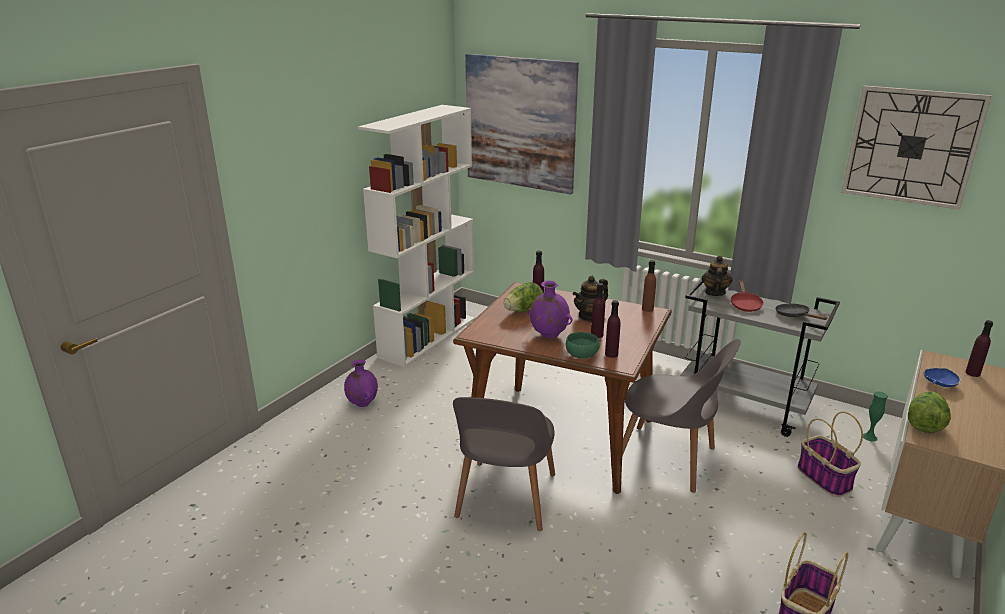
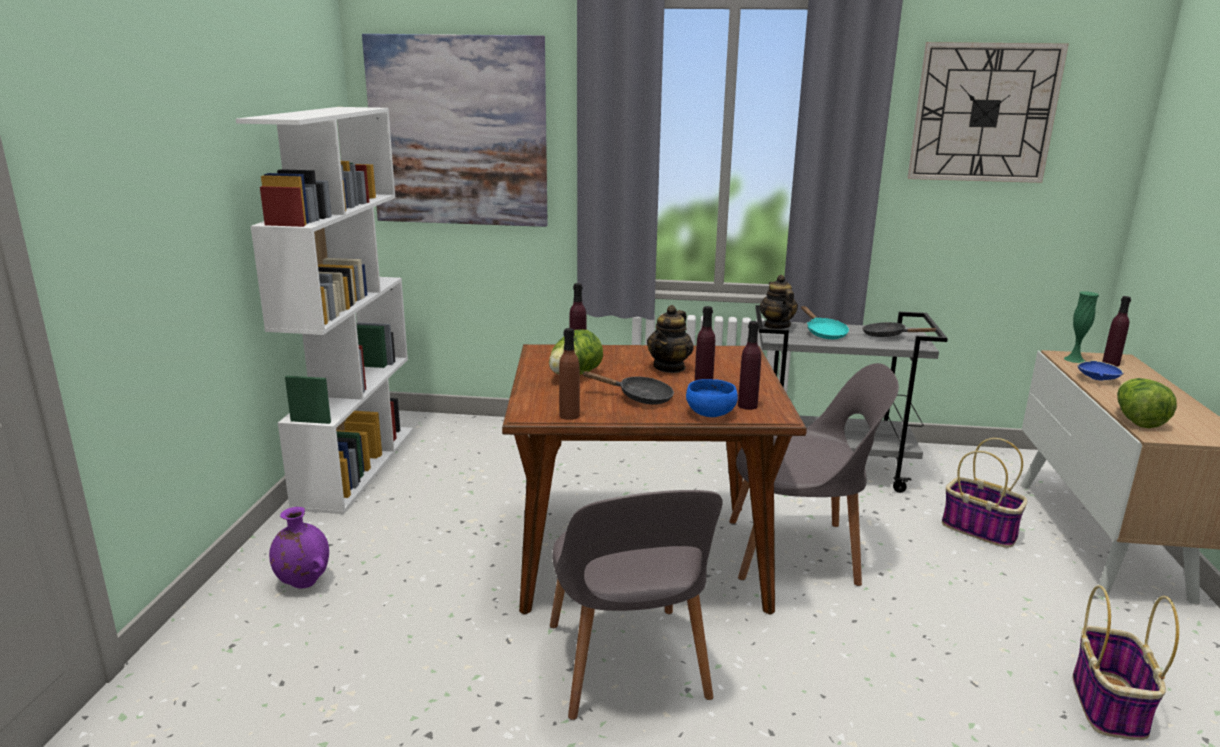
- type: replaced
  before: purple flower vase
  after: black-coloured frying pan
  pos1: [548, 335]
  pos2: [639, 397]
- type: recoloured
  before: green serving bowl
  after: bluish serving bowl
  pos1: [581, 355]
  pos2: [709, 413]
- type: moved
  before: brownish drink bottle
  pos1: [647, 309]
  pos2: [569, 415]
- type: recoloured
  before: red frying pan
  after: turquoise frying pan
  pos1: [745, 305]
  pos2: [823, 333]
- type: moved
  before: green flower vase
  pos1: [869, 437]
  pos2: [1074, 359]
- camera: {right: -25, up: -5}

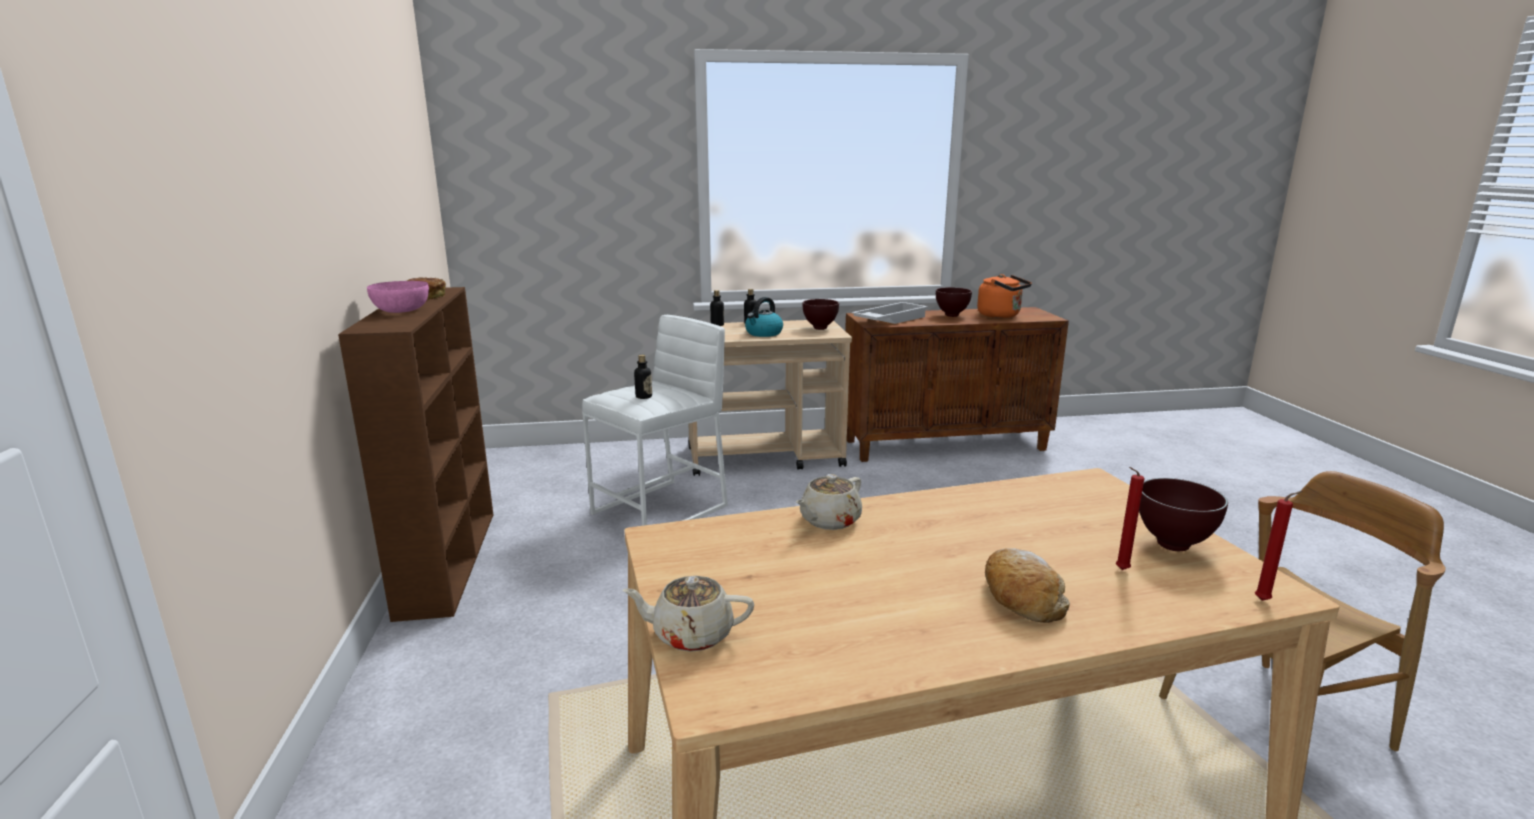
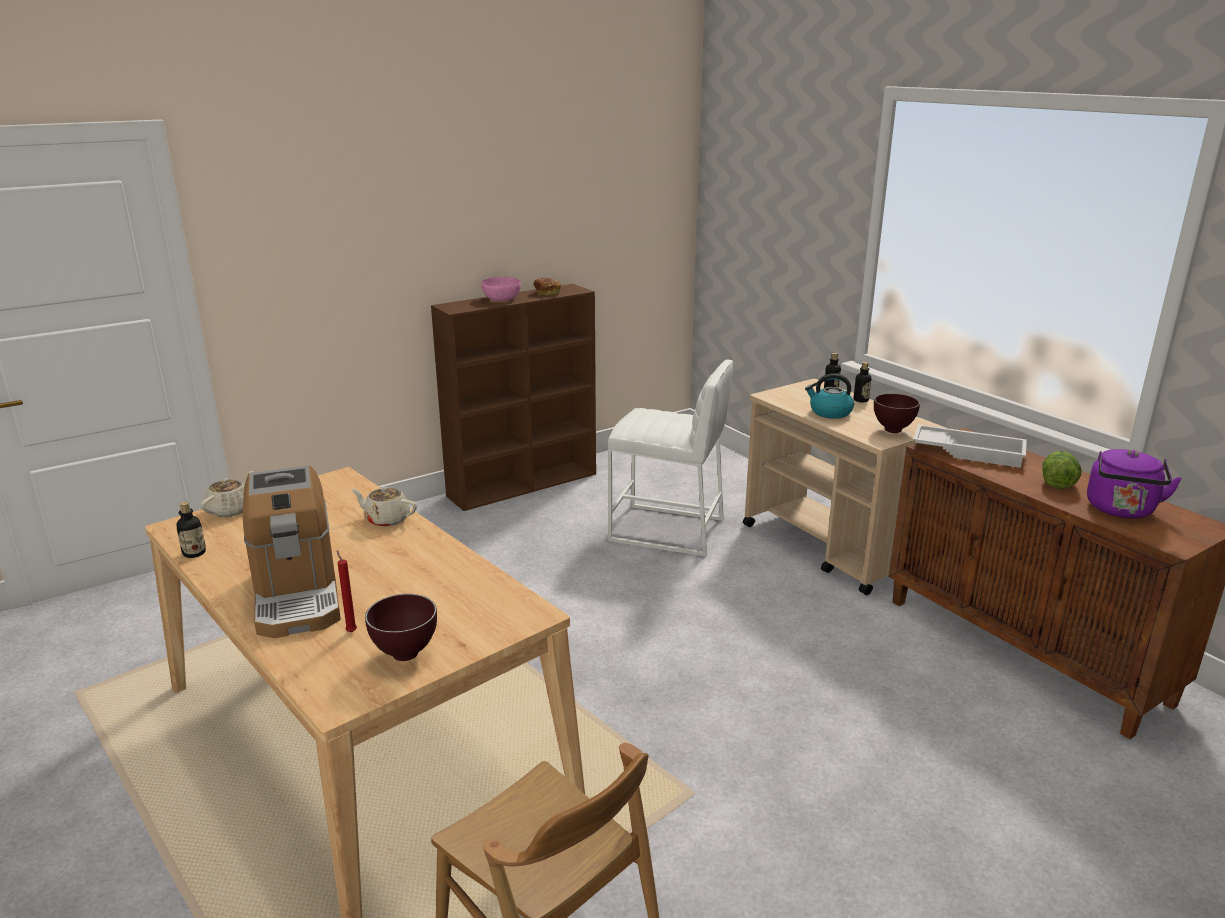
- type: turned
  before: sand-coloured tea pot
  pos1: [691, 634]
  pos2: [231, 510]
  turn: 45
- type: moved
  before: drink bottle
  pos1: [644, 397]
  pos2: [194, 553]
- type: replaced
  before: brownish serving bowl
  after: head of lettuce
  pos1: [951, 316]
  pos2: [1057, 481]
- type: recoloured
  before: orange-coloured kettle
  after: purple kettle
  pos1: [1001, 315]
  pos2: [1121, 511]
- type: replaced
  before: bread
  after: coffee brewer
  pos1: [1021, 597]
  pos2: [297, 595]
- type: removed
  before: red wax candle
  pos1: [1265, 601]
- camera: {right: 65, up: 5}

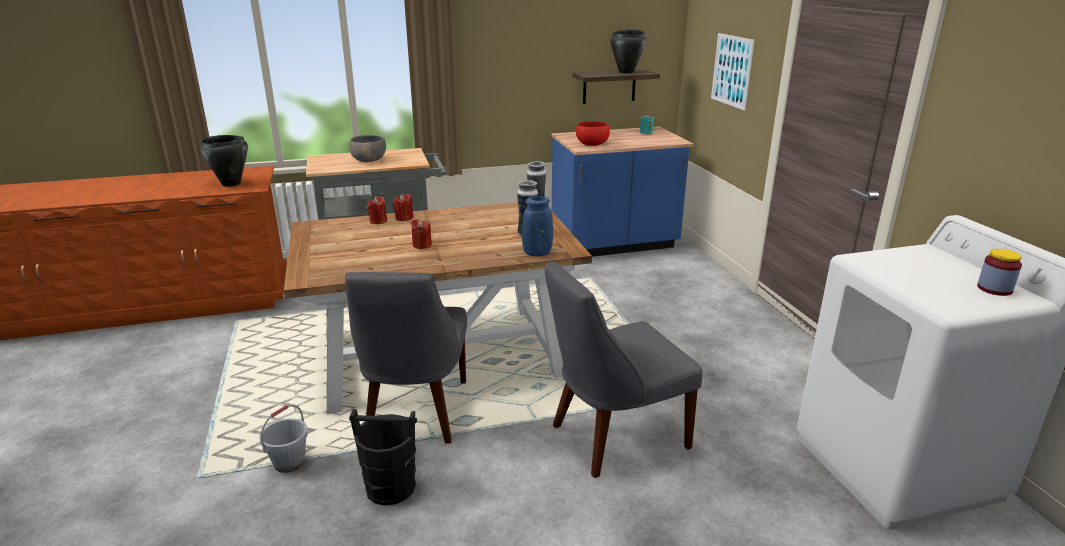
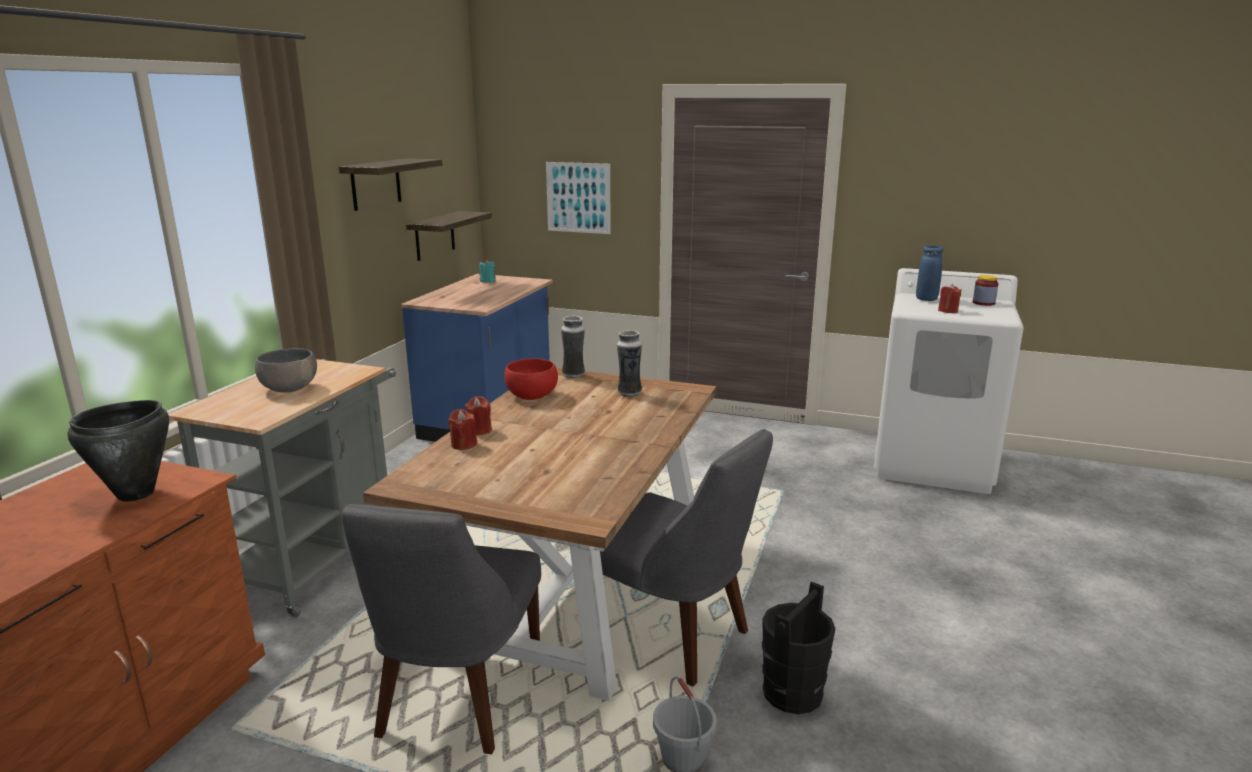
- type: moved
  before: red wax candle
  pos1: [422, 245]
  pos2: [948, 311]
- type: moved
  before: bluish flower vase
  pos1: [537, 253]
  pos2: [926, 299]
- type: moved
  before: gray plain chair
  pos1: [613, 437]
  pos2: [457, 700]
- type: moved
  before: red serving bowl
  pos1: [592, 144]
  pos2: [532, 395]
- type: removed
  before: black-coloured stockpot
  pos1: [626, 72]
- type: added
  after: wall shelf
  pos2: [376, 184]
- camera: {right: -55, up: -5}

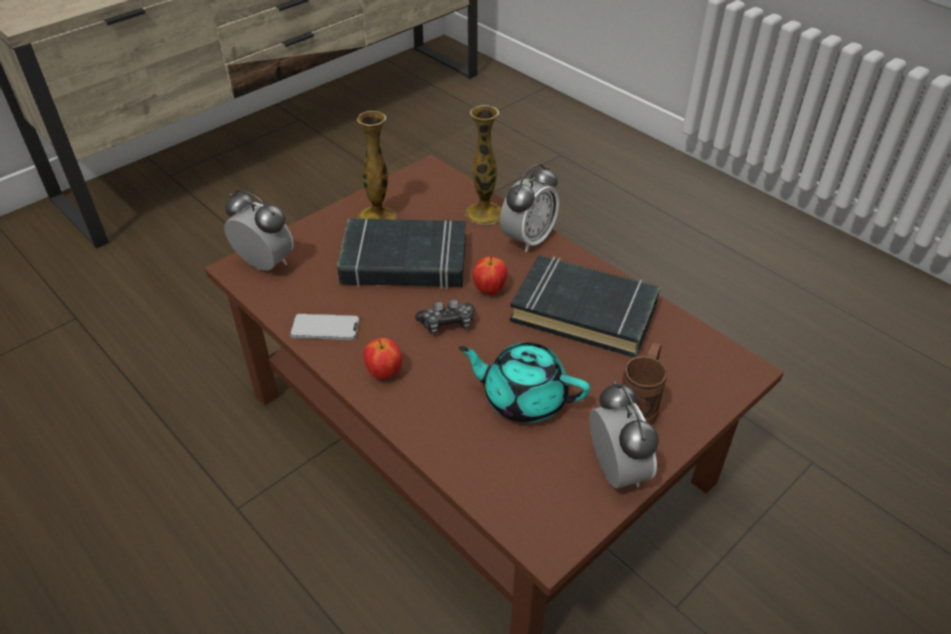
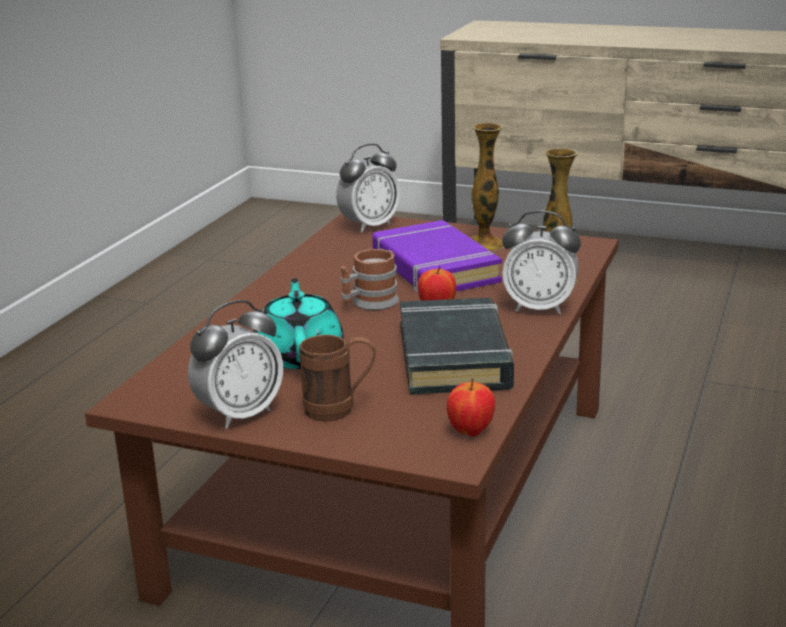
- type: turned
  before: table clock
  pos1: [265, 264]
  pos2: [369, 226]
  turn: 45
- type: removed
  before: handset
  pos1: [325, 328]
- type: recoloured
  before: black-coloured volume
  after: purple volume
  pos1: [404, 262]
  pos2: [434, 268]
- type: moved
  before: whole apple
  pos1: [384, 373]
  pos2: [470, 431]
- type: replaced
  before: joypad
  after: mug
  pos1: [447, 323]
  pos2: [369, 303]
- camera: {right: 65, up: -20}

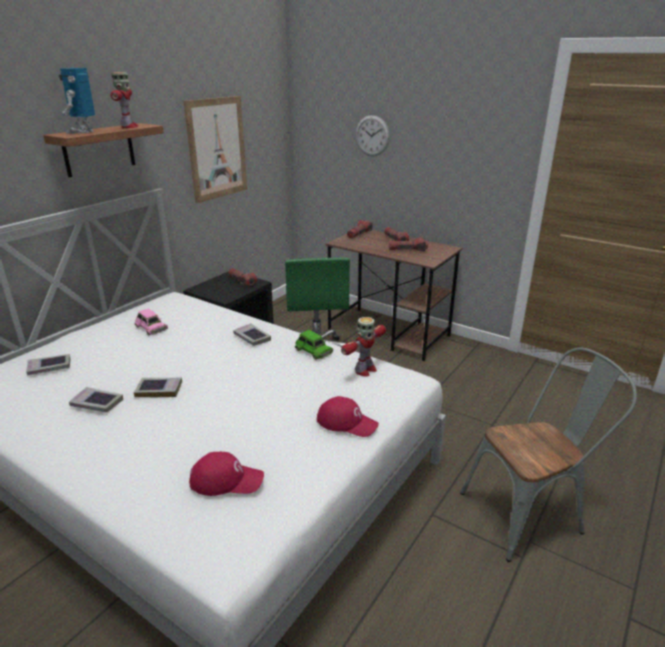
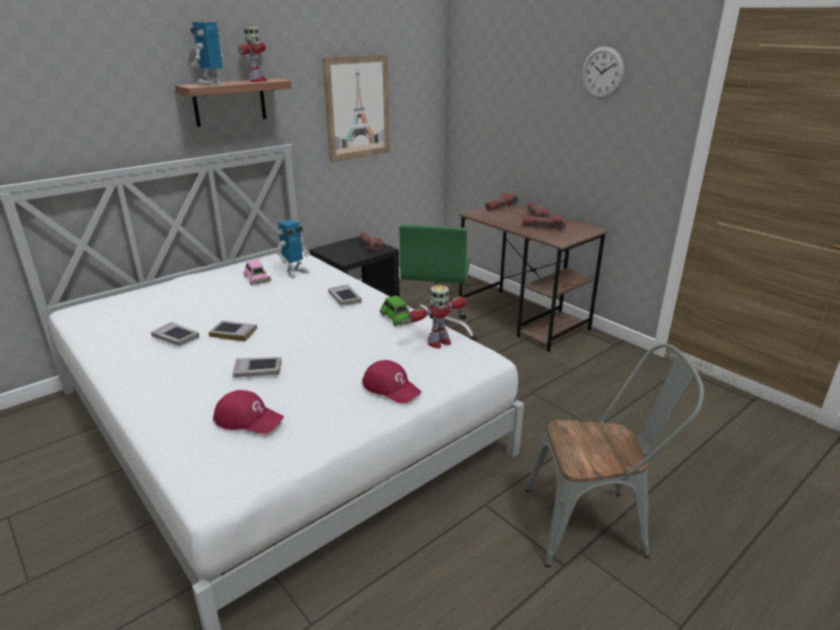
- type: moved
  before: volume
  pos1: [49, 367]
  pos2: [258, 371]
- type: moved
  before: clock on the wall
  pos1: [372, 136]
  pos2: [602, 72]
- type: added
  after: robot figure
  pos2: [295, 272]
- camera: {right: 15, up: 0}

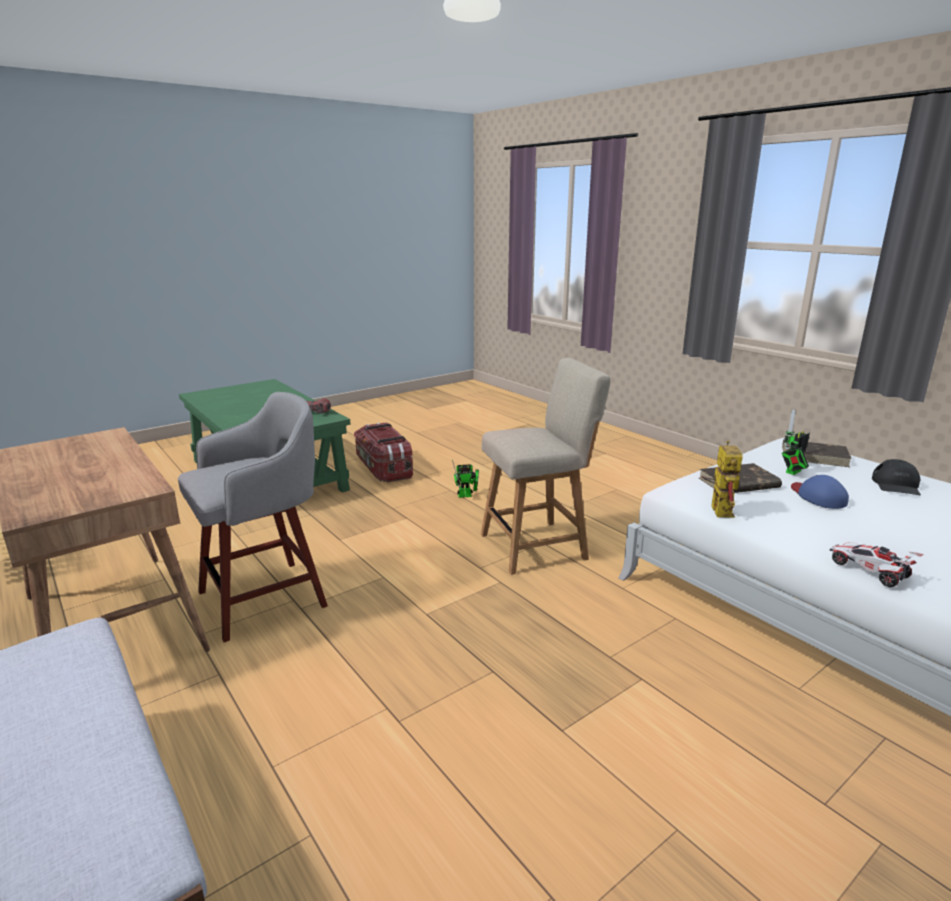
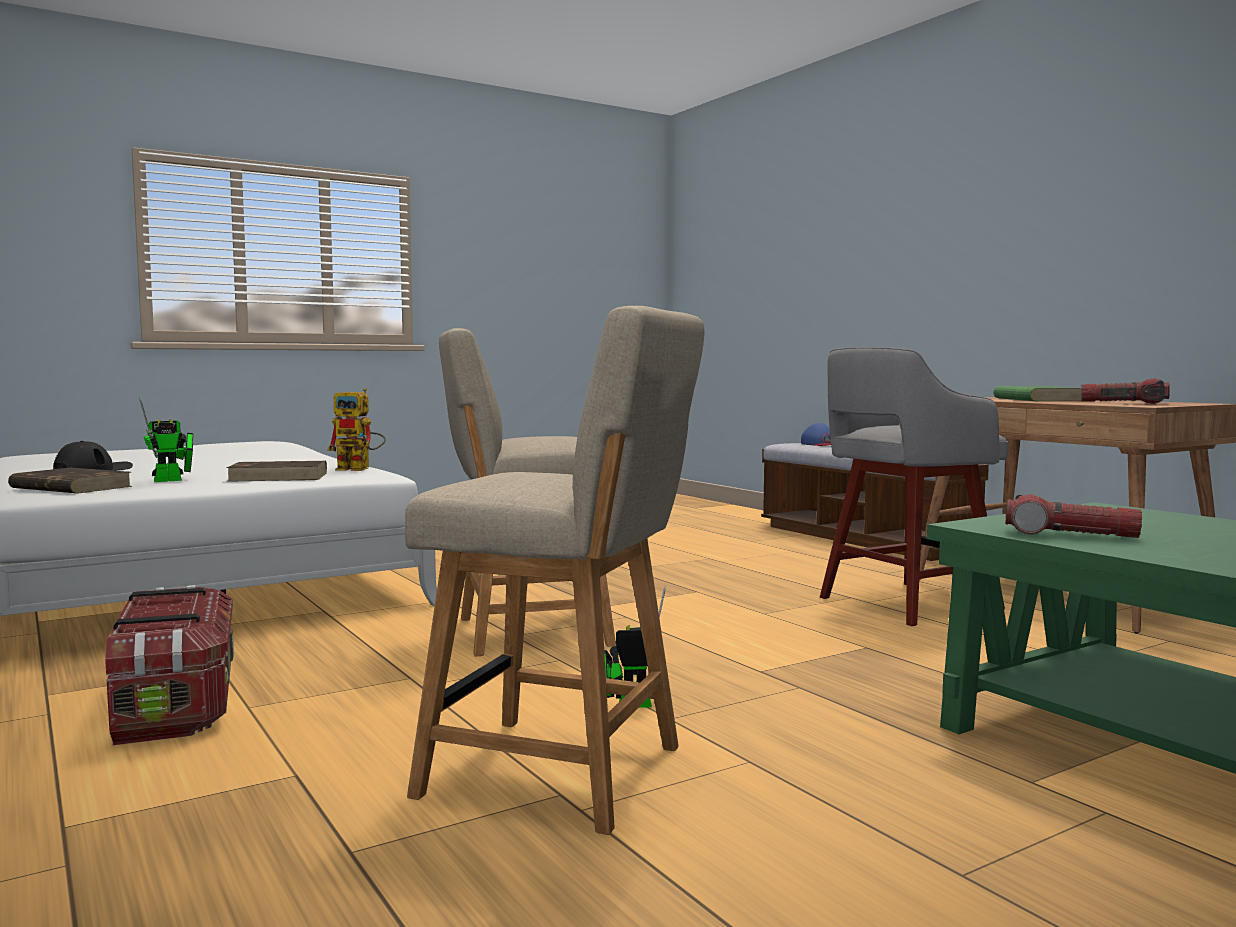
- type: moved
  before: storage box
  pos1: [383, 468]
  pos2: [176, 704]
- type: turned
  before: robot figure
  pos1: [717, 509]
  pos2: [360, 469]
  turn: -90
- type: moved
  before: bluish peaked cap
  pos1: [818, 496]
  pos2: [820, 444]
- type: removed
  before: toy car
  pos1: [869, 571]
- type: added
  after: sand-coloured plain chair
  pos2: [564, 773]
- type: added
  after: green volume
  pos2: [1037, 399]
- type: added
  after: flashlight
  pos2: [1123, 403]
- camera: {right: -175, up: -15}

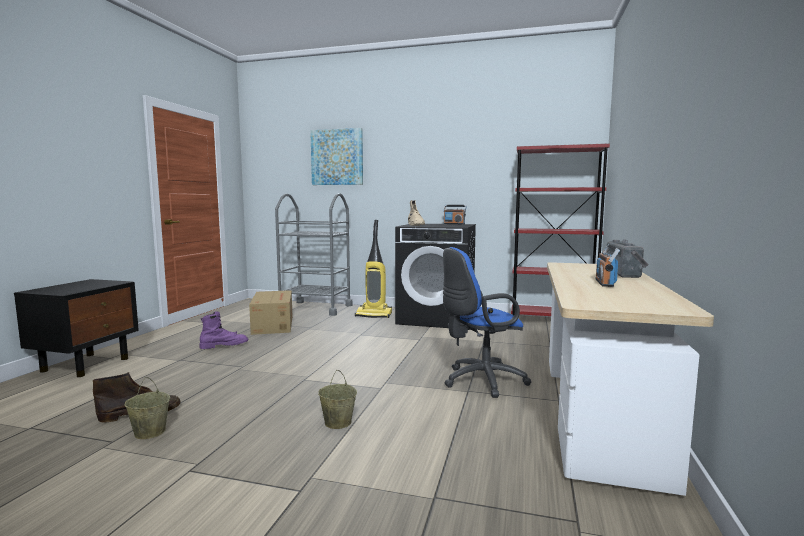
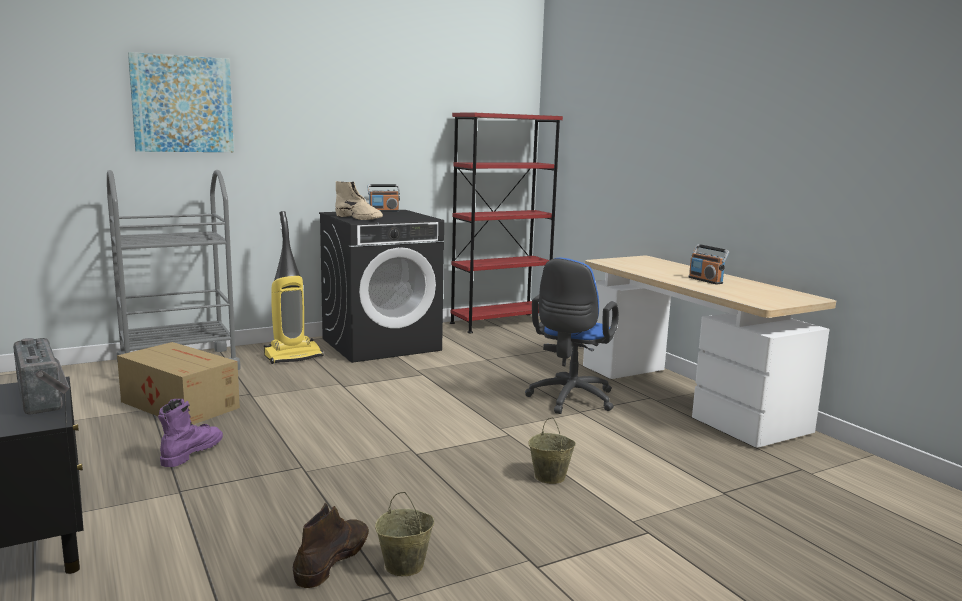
- type: moved
  before: radio receiver
  pos1: [625, 273]
  pos2: [46, 396]
- camera: {right: -45, up: 5}

